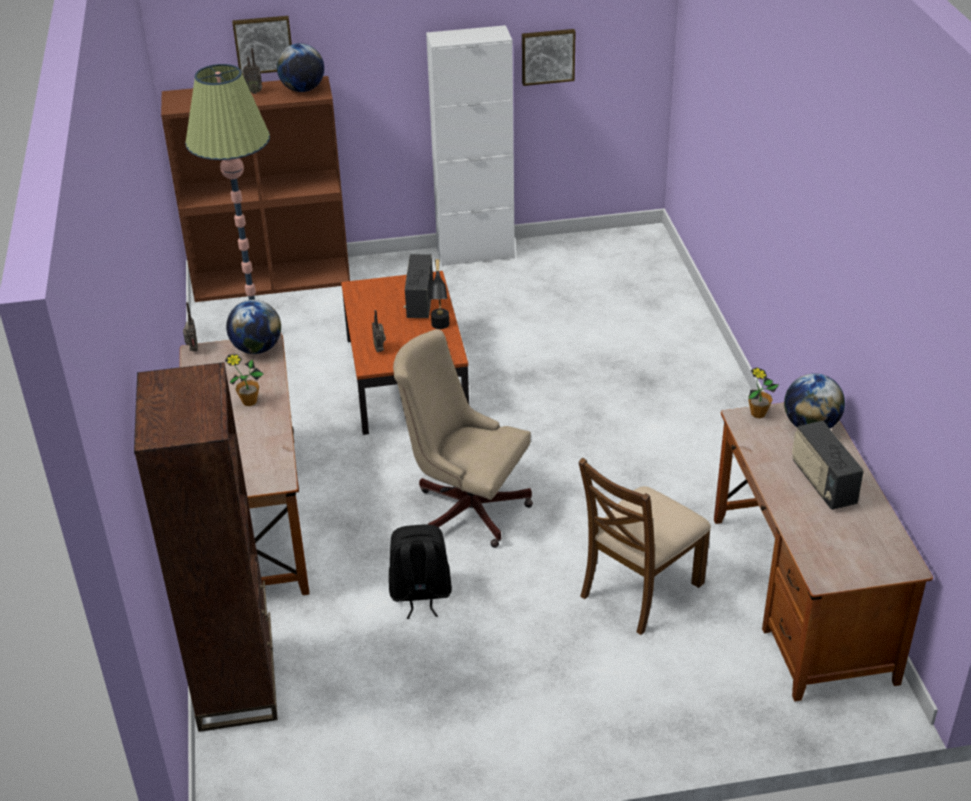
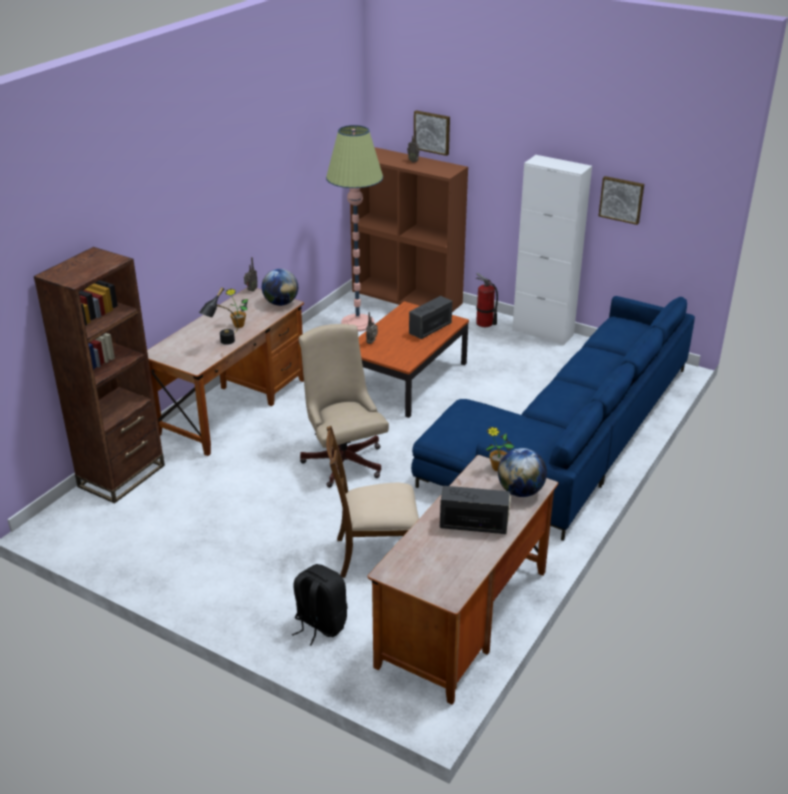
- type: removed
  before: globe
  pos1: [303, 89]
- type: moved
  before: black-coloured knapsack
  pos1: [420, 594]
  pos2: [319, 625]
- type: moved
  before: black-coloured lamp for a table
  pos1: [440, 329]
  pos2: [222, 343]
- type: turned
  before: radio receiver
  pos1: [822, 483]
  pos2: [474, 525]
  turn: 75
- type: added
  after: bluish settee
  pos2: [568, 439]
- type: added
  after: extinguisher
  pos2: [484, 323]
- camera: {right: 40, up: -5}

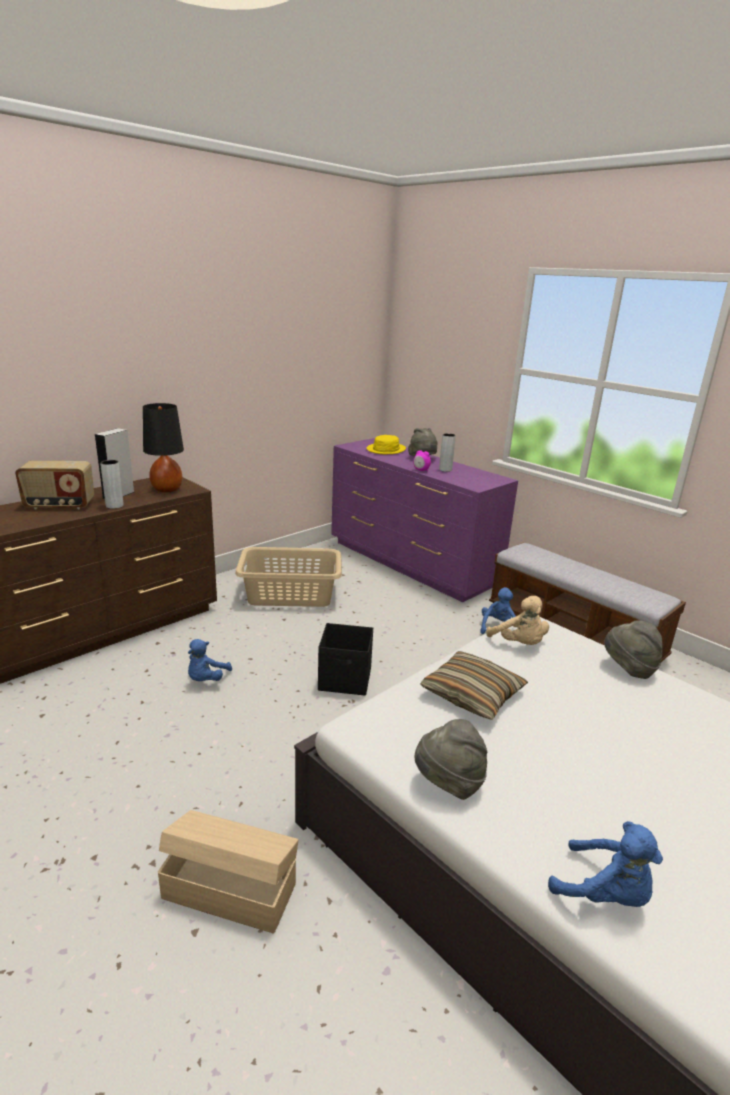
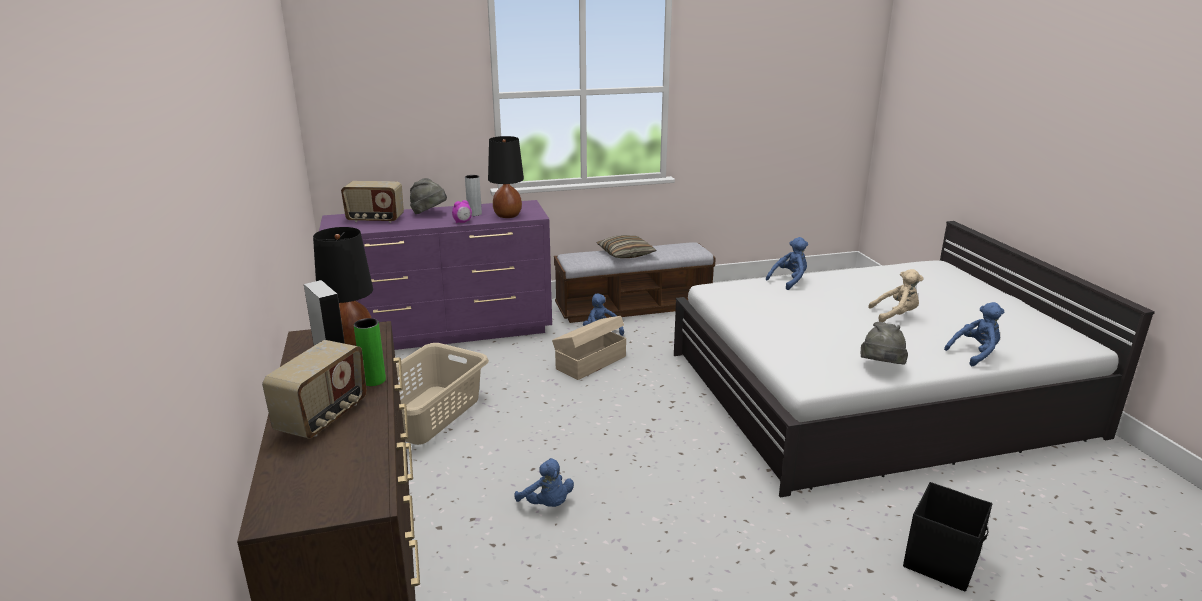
- type: recoloured
  before: gray flower vase
  after: green flower vase
  pos1: [114, 506]
  pos2: [373, 380]
- type: moved
  before: sand-coloured storage box
  pos1: [229, 889]
  pos2: [590, 362]
- type: moved
  before: black-coloured storage box
  pos1: [345, 680]
  pos2: [942, 561]
- type: replaced
  before: yellow clothing hat
  after: radio receiver
  pos1: [386, 449]
  pos2: [375, 219]
- type: moved
  before: throw pillow
  pos1: [472, 694]
  pos2: [626, 254]
- type: moved
  before: sand-coloured soft toy
  pos1: [519, 644]
  pos2: [896, 315]
- type: replaced
  before: gray clothing hat
  after: bluish soft toy
  pos1: [628, 669]
  pos2: [789, 281]
- type: added
  after: black-coloured lamp for a table
  pos2: [507, 215]
- camera: {right: -60, up: 0}

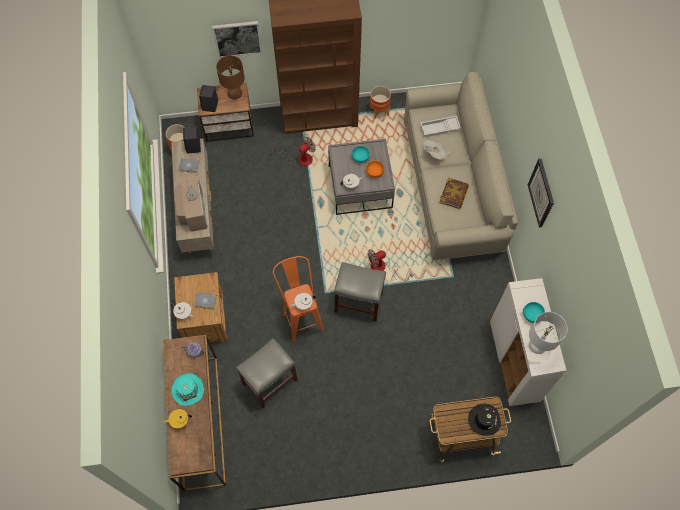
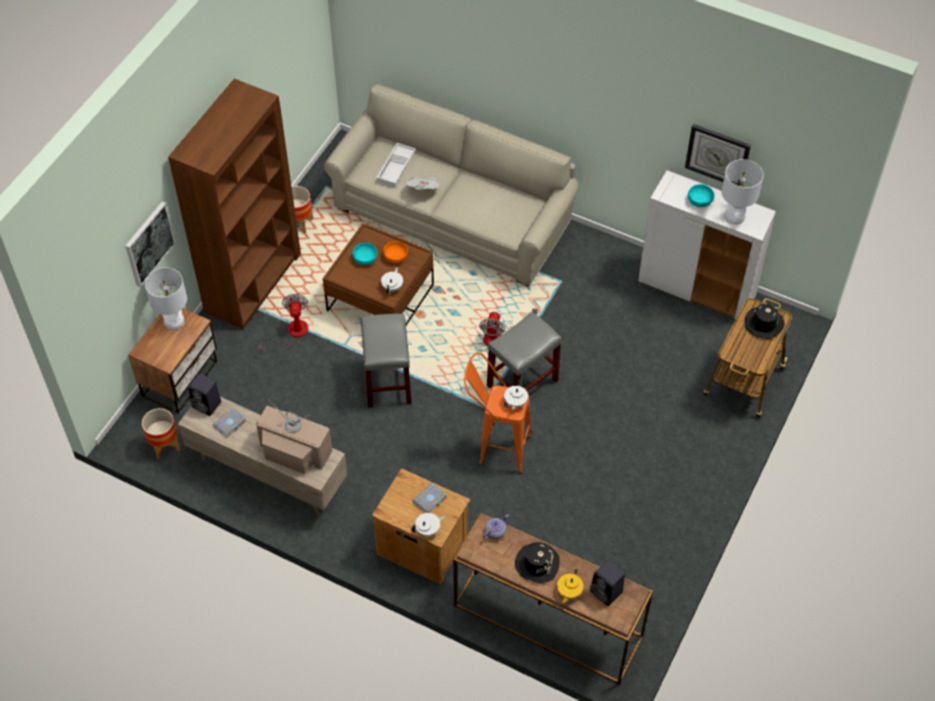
- type: recoloured
  before: turquoise clothing hat
  after: black-coloured clothing hat
  pos1: [188, 389]
  pos2: [537, 564]
- type: moved
  before: black-coloured speaker
  pos1: [210, 106]
  pos2: [607, 592]
- type: recoloured
  before: brownish lamp for a table
  after: white-coloured lamp for a table
  pos1: [234, 93]
  pos2: [174, 321]
- type: moved
  before: gray stool
  pos1: [269, 382]
  pos2: [388, 382]
- type: recoloured
  before: gray low table
  after: brownish low table
  pos1: [360, 187]
  pos2: [380, 298]
- type: removed
  before: volume
  pos1: [454, 194]
- type: moved
  before: clock on the wall
  pos1: [541, 193]
  pos2: [717, 155]
- camera: {right: -55, up: -10}

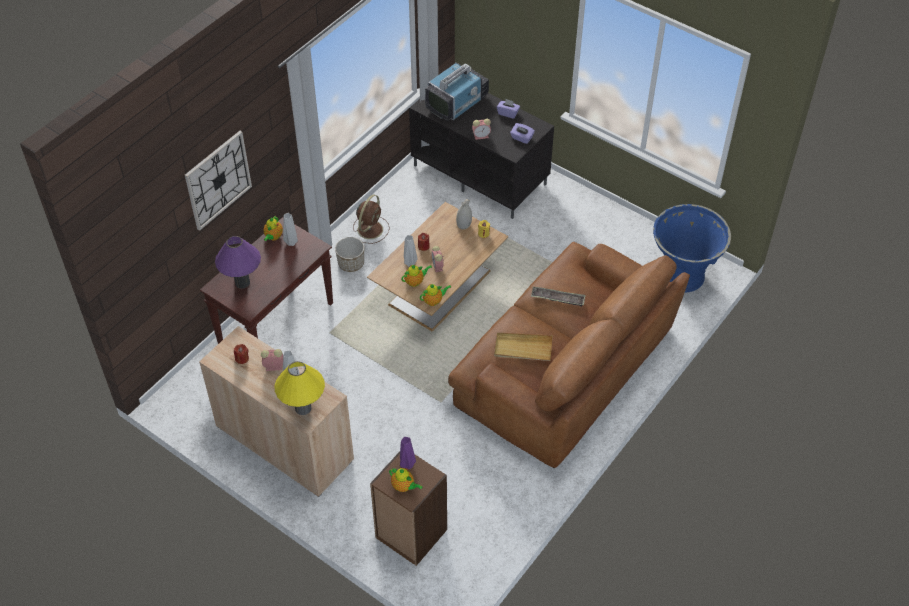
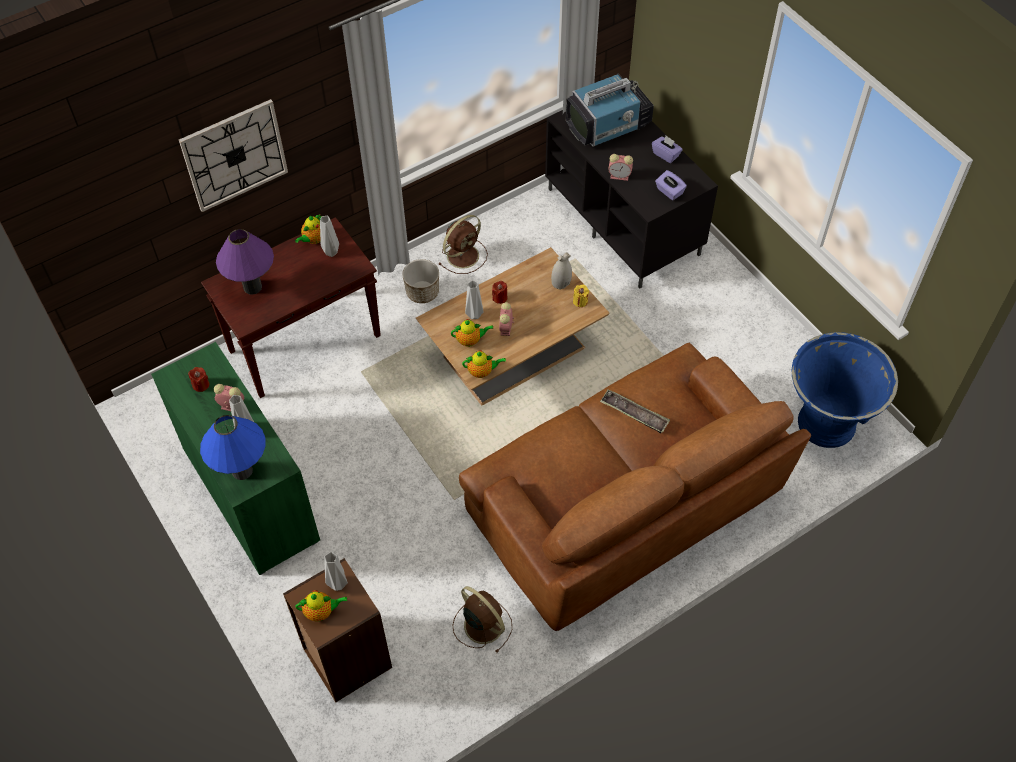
- type: recoloured
  before: sand-coloured cabinet
  after: green cabinet
  pos1: [284, 443]
  pos2: [251, 494]
- type: recoloured
  before: yellow lamp for a table
  after: bluish lamp for a table
  pos1: [303, 408]
  pos2: [242, 470]
- type: turned
  before: tea pot
  pos1: [404, 487]
  pos2: [321, 612]
  turn: -60
- type: recoloured
  before: purple flower vase
  after: gray flower vase
  pos1: [406, 465]
  pos2: [337, 583]
- type: removed
  before: sand-coloured serving tray
  pos1: [523, 348]
- type: added
  after: brownish electric fan
  pos2: [482, 624]
- camera: {right: 20, up: 5}

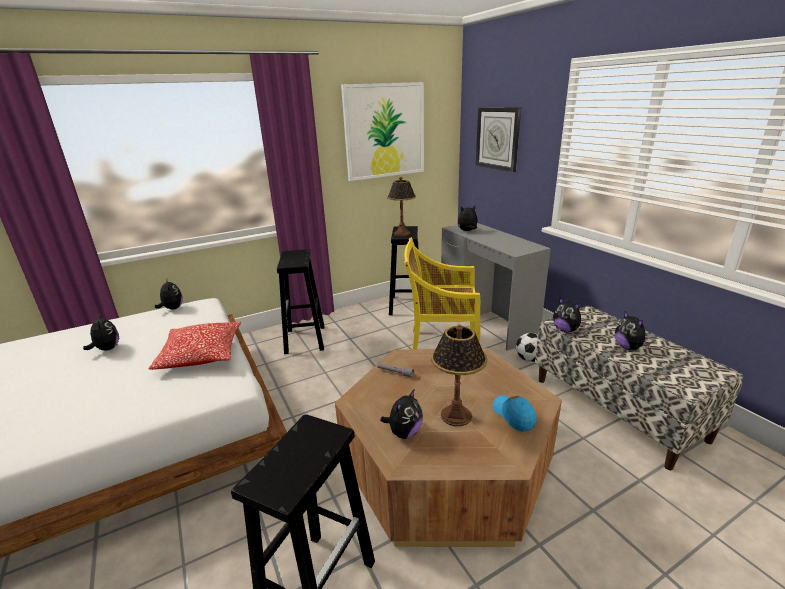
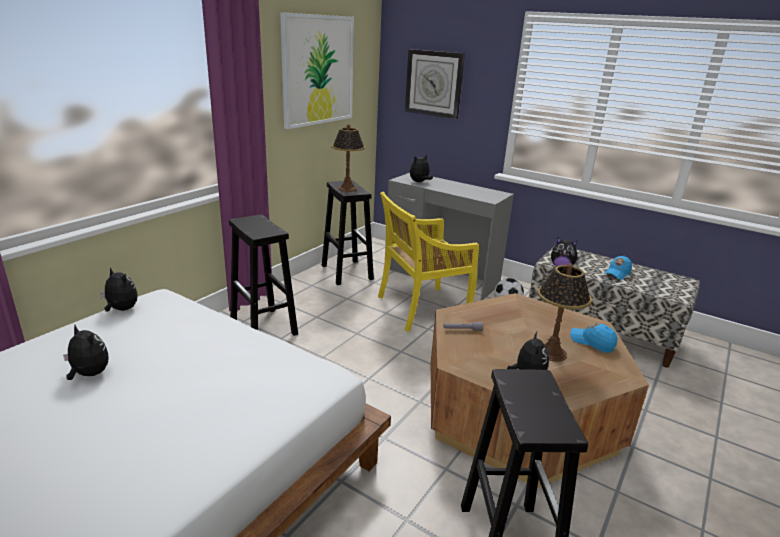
- type: removed
  before: throw pillow
  pos1: [201, 355]
- type: replaced
  before: soft toy
  after: bluish peaked cap
  pos1: [628, 347]
  pos2: [617, 273]
- camera: {right: -30, up: 0}

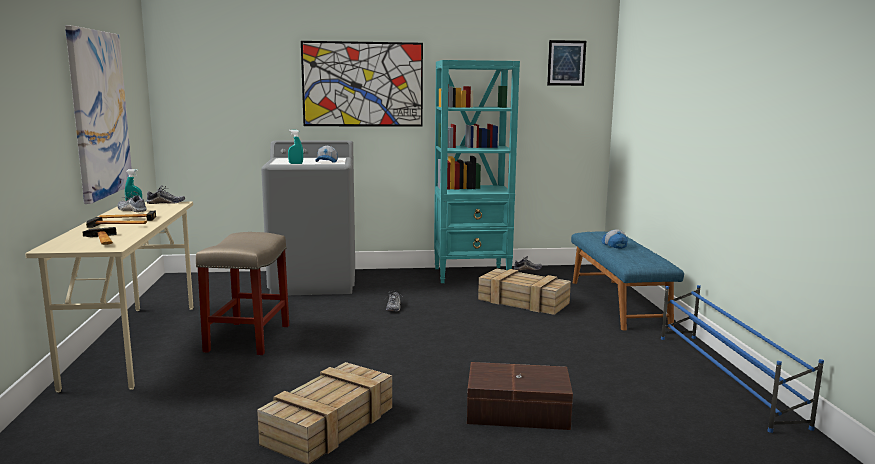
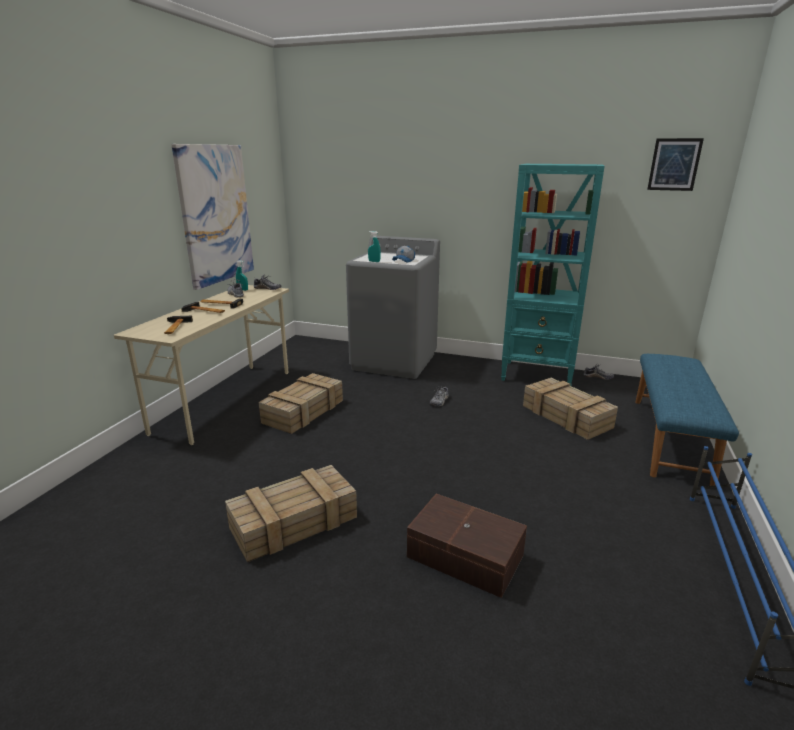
- type: replaced
  before: sand-coloured stool
  after: shipping crate
  pos1: [248, 339]
  pos2: [303, 412]
- type: removed
  before: picture
  pos1: [362, 84]
- type: removed
  before: peaked cap
  pos1: [613, 245]
- camera: {right: 25, up: 10}

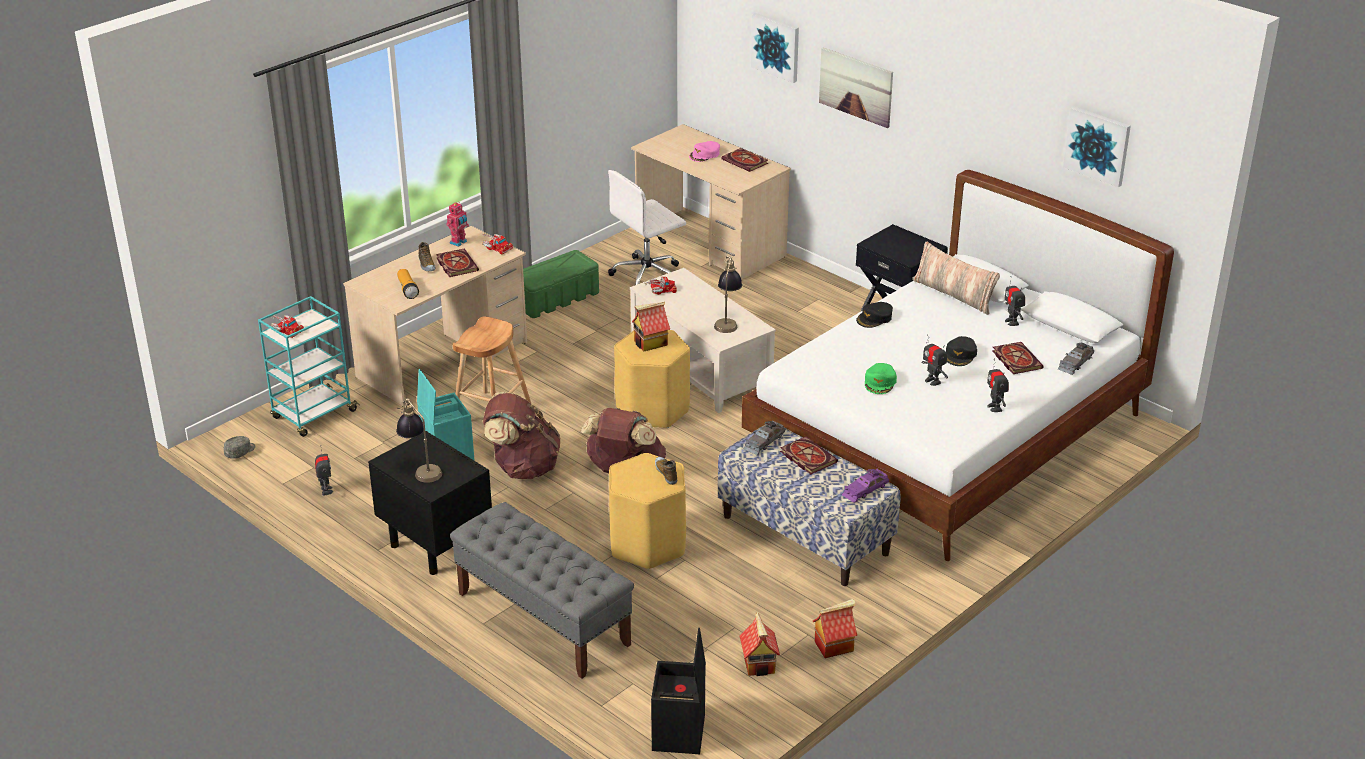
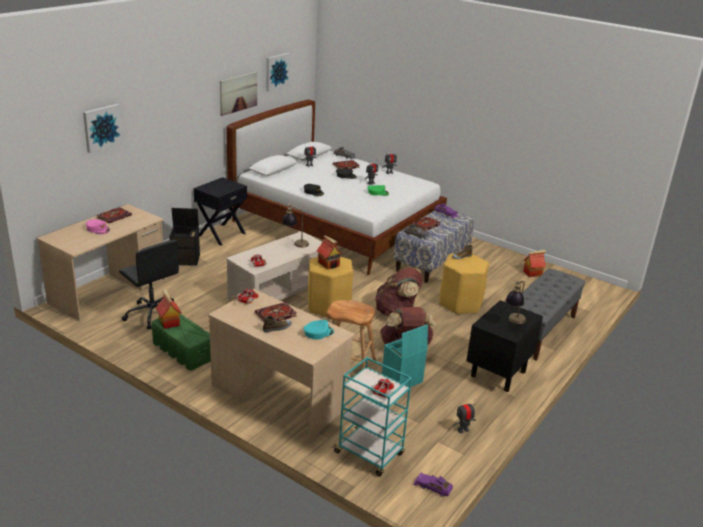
- type: replaced
  before: gray peaked cap
  after: purple toy car
  pos1: [240, 452]
  pos2: [432, 487]
- type: replaced
  before: flashlight
  after: turquoise peaked cap
  pos1: [407, 289]
  pos2: [318, 332]
- type: removed
  before: robot figure
  pos1: [459, 242]
- type: recoloured
  before: white-coloured computer chair
  after: black-coloured computer chair
  pos1: [648, 275]
  pos2: [152, 314]
- type: moved
  before: black-coloured storage box
  pos1: [679, 734]
  pos2: [186, 259]
- type: moved
  before: miniature house
  pos1: [834, 645]
  pos2: [168, 322]
- type: moved
  before: picture
  pos1: [856, 87]
  pos2: [238, 93]
- type: removed
  before: throw pillow
  pos1: [954, 294]
- camera: {right: -100, up: -5}

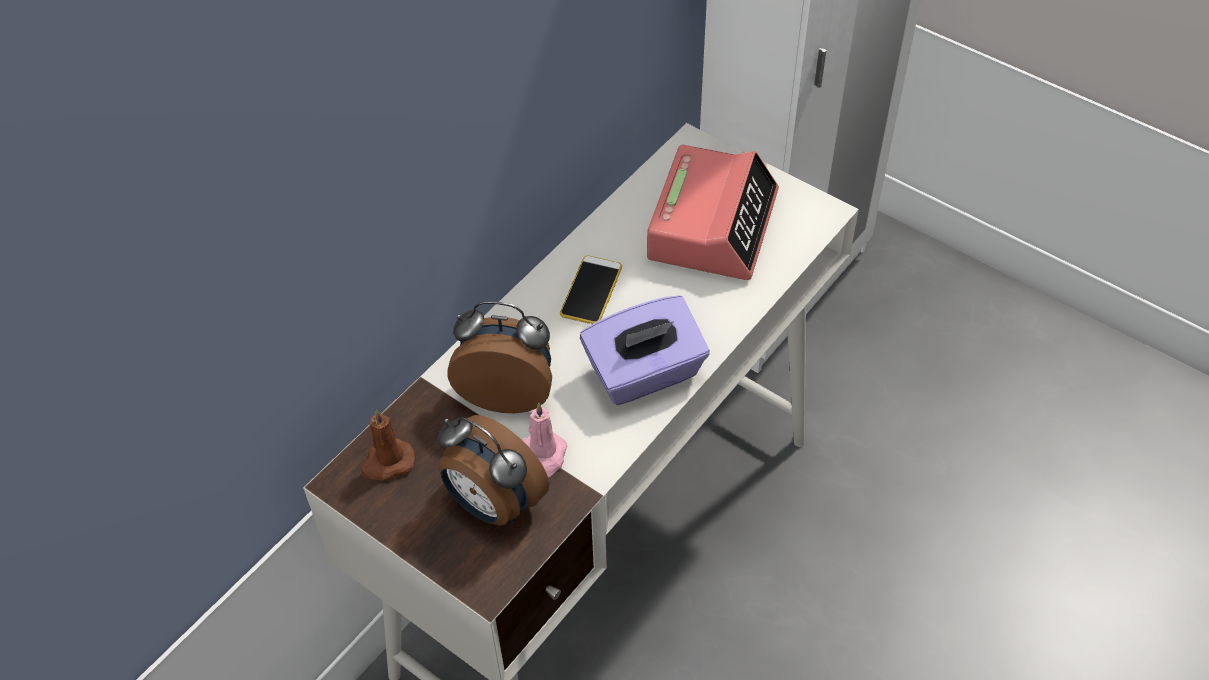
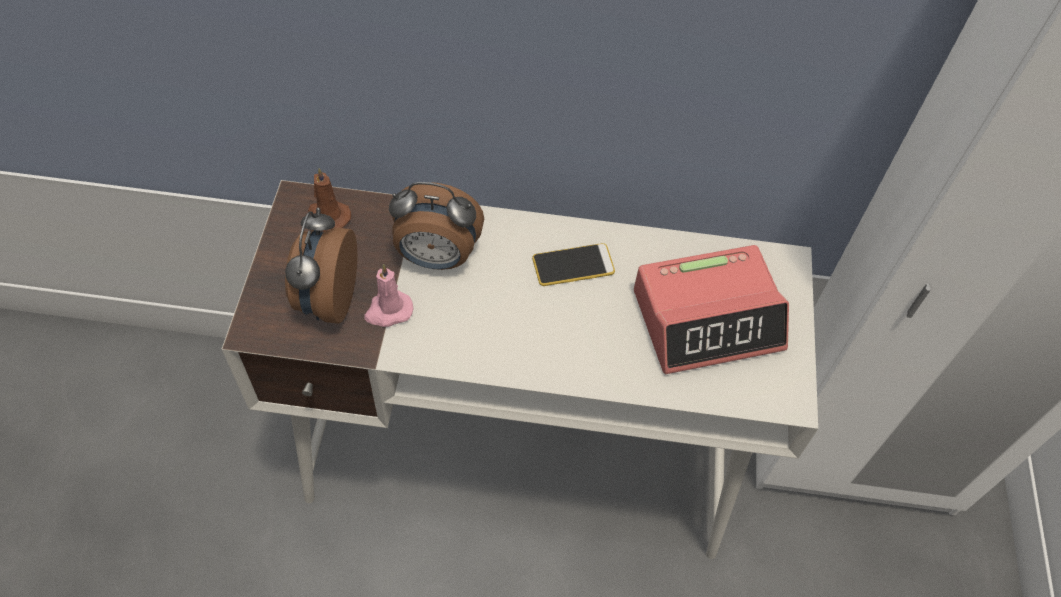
- type: turned
  before: table clock
  pos1: [507, 391]
  pos2: [436, 258]
  turn: 120
- type: removed
  before: purple tissue holder
  pos1: [645, 374]
- camera: {right: 55, up: 5}

